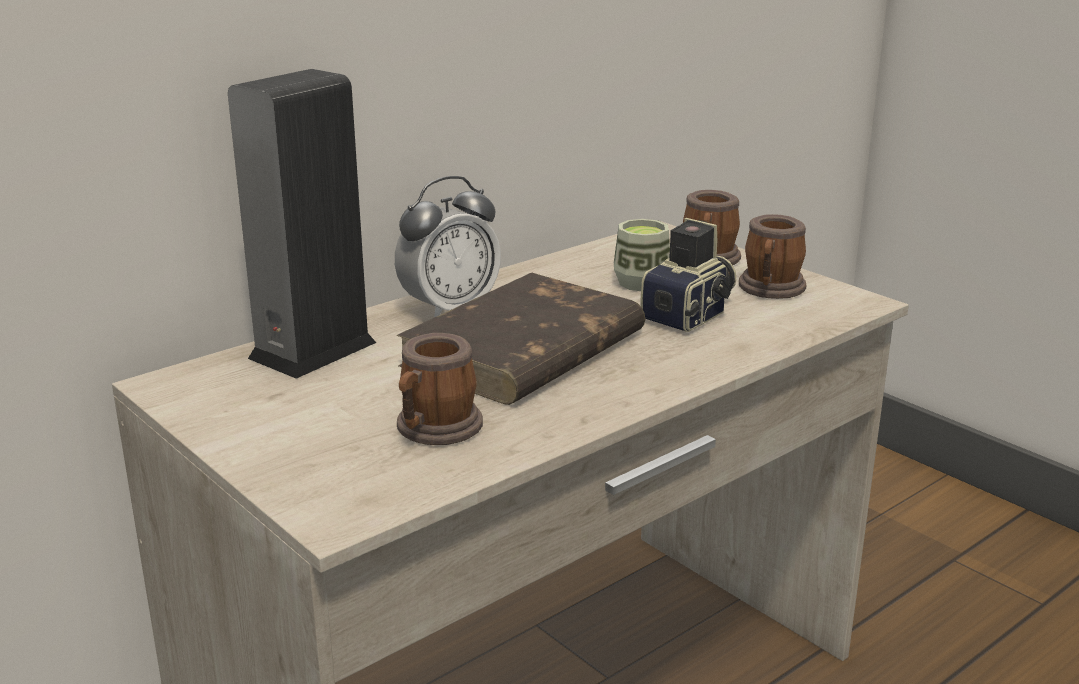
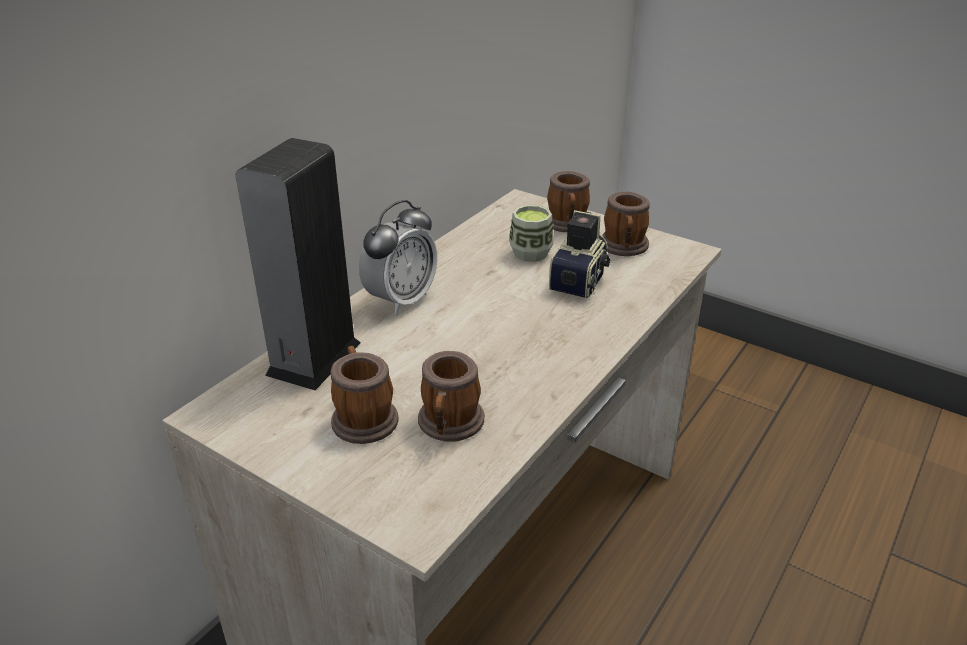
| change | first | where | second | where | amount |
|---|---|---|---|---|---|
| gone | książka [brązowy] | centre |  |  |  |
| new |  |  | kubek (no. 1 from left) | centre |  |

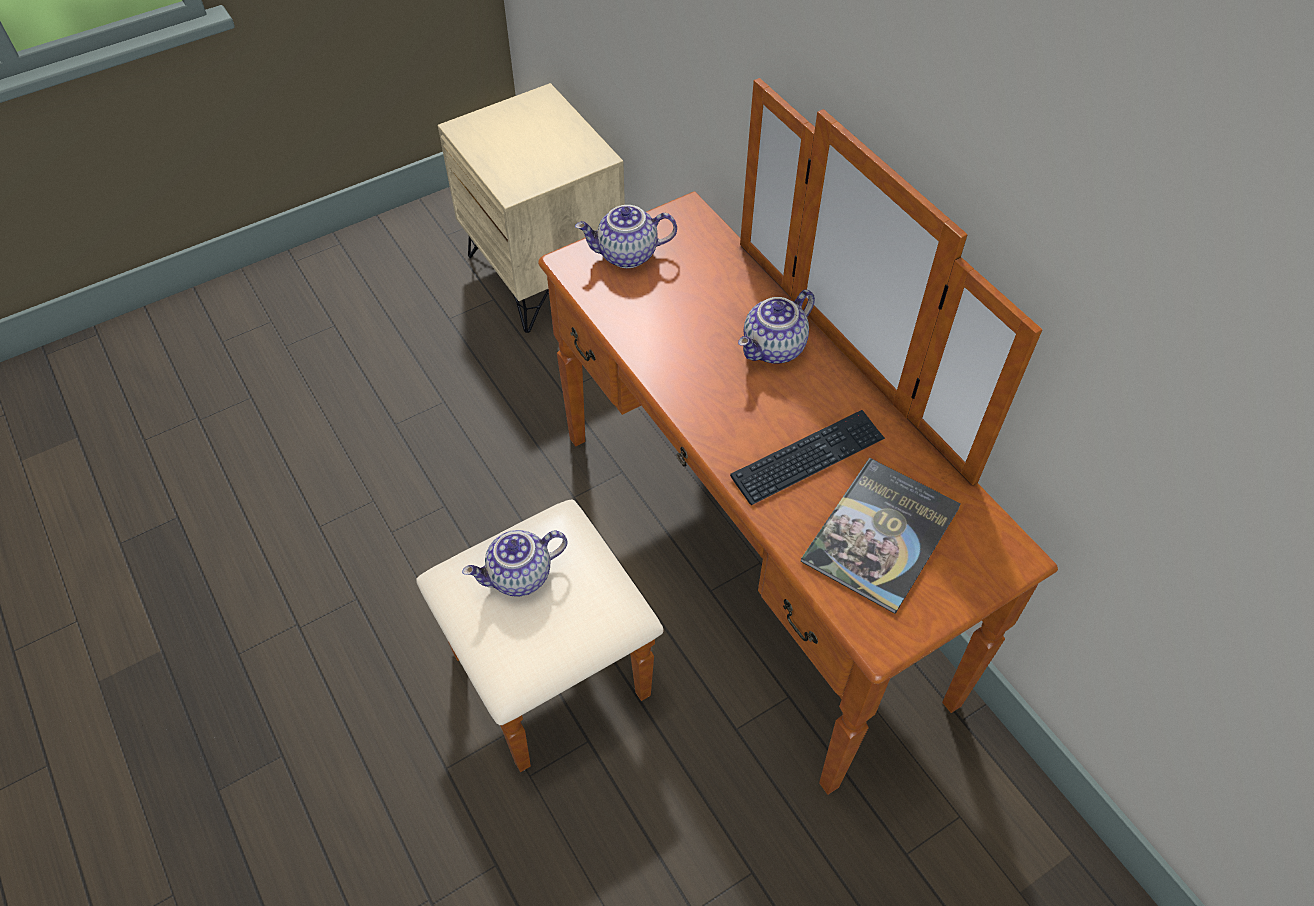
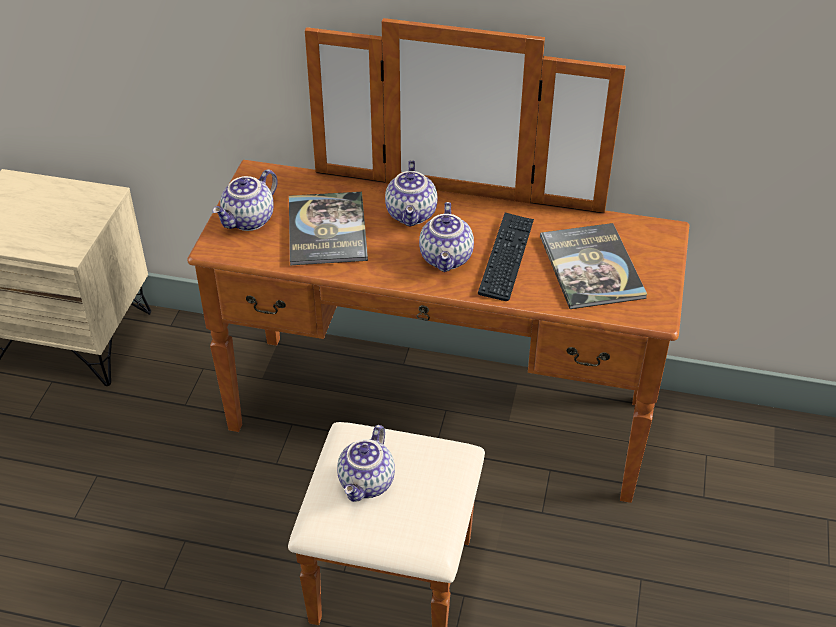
| change | first | where | second | where | amount |
|---|---|---|---|---|---|
| new |  |  | książka (no. 1 from left) | centre |  |
| new |  |  | imbryk (no. 4 from left) | centre |  |

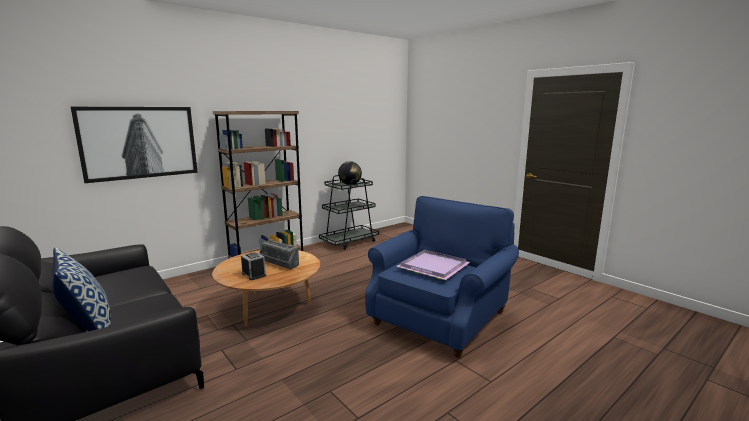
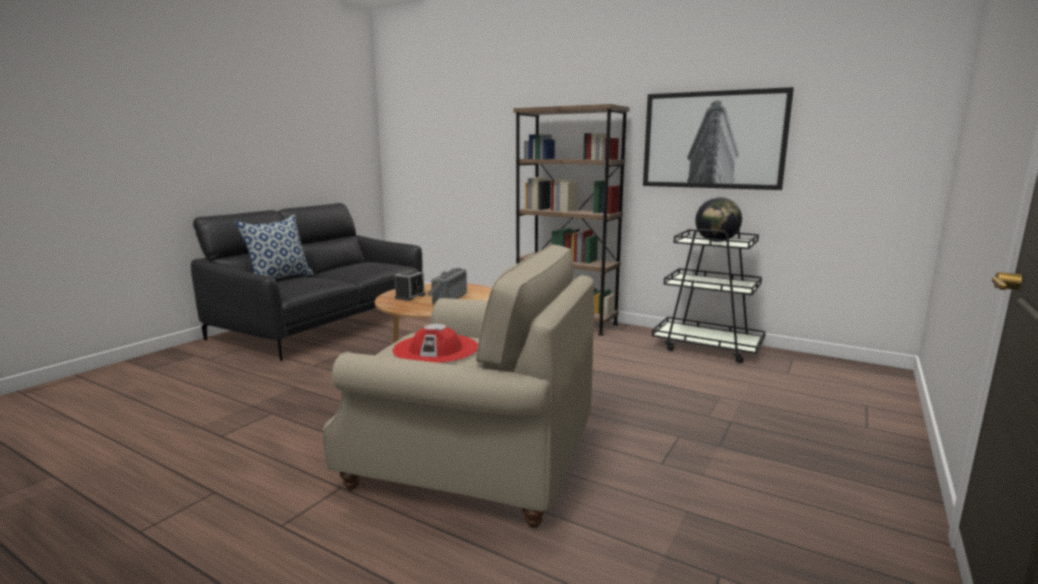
| change | first | where | second | where | amount |
|---|---|---|---|---|---|
| shifted | obraz | middle left |  | top right |  |
| swapped | taca [fioletowy] | centre | kapelusz [czerwony] | centre |  |
| repainted | fotel [niebieski] | centre | fotel [beżowy] | centre |  |

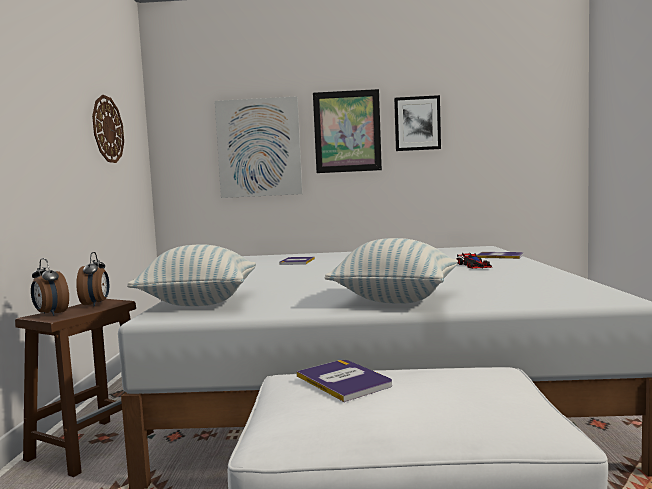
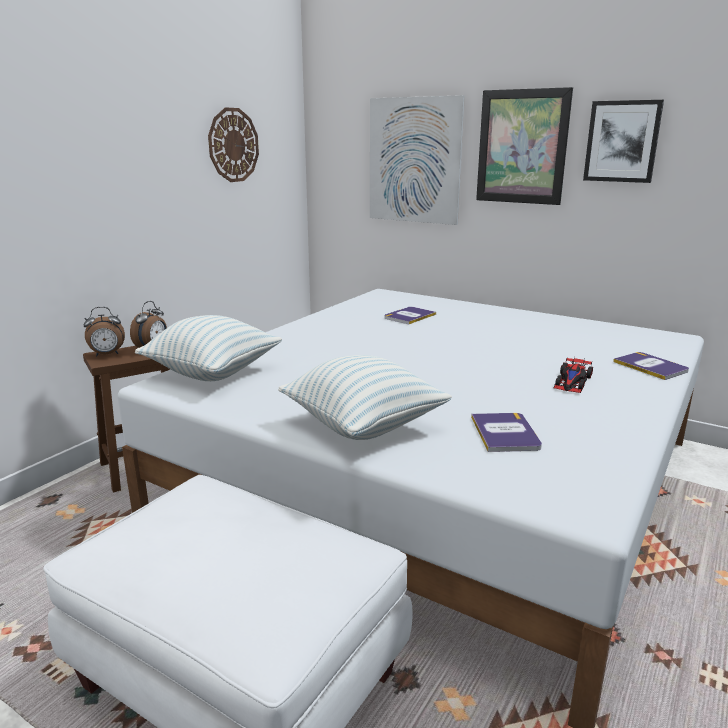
| change | first | where | second | where | amount |
|---|---|---|---|---|---|
| shifted | książka (no. 2 from left) | bottom centre |  | middle right |  |
| rotated | budzik (no. 1 from left) | middle left |  | middle left | 90 degrees counterclockwise |

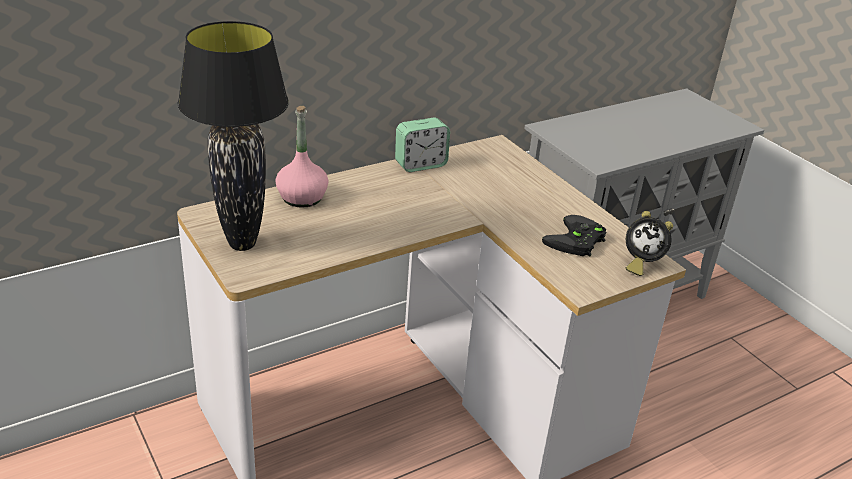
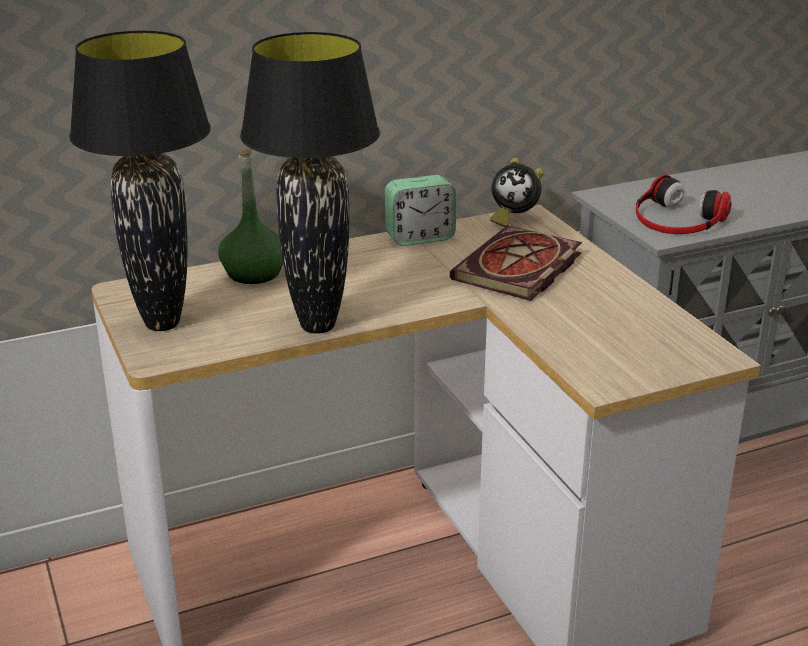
| change | first | where | second | where | amount |
|---|---|---|---|---|---|
| gone | pad do gier [czarny] | middle right |  |  |  |
| new |  |  | lampa stołowa [czarny] (no. 2 from left) | top centre |  |
| new |  |  | książka | centre |  |
| new |  |  | słuchawki | top right |  |
| shifted | budzik (no. 2 from left) | middle right |  | top centre |  |
| repainted | butelka [różowy] | top centre | butelka [zielony] | middle left |  |

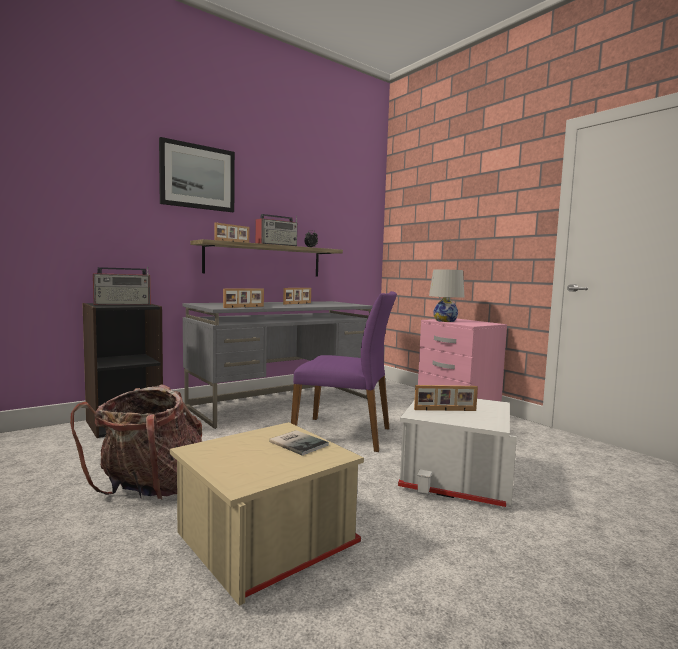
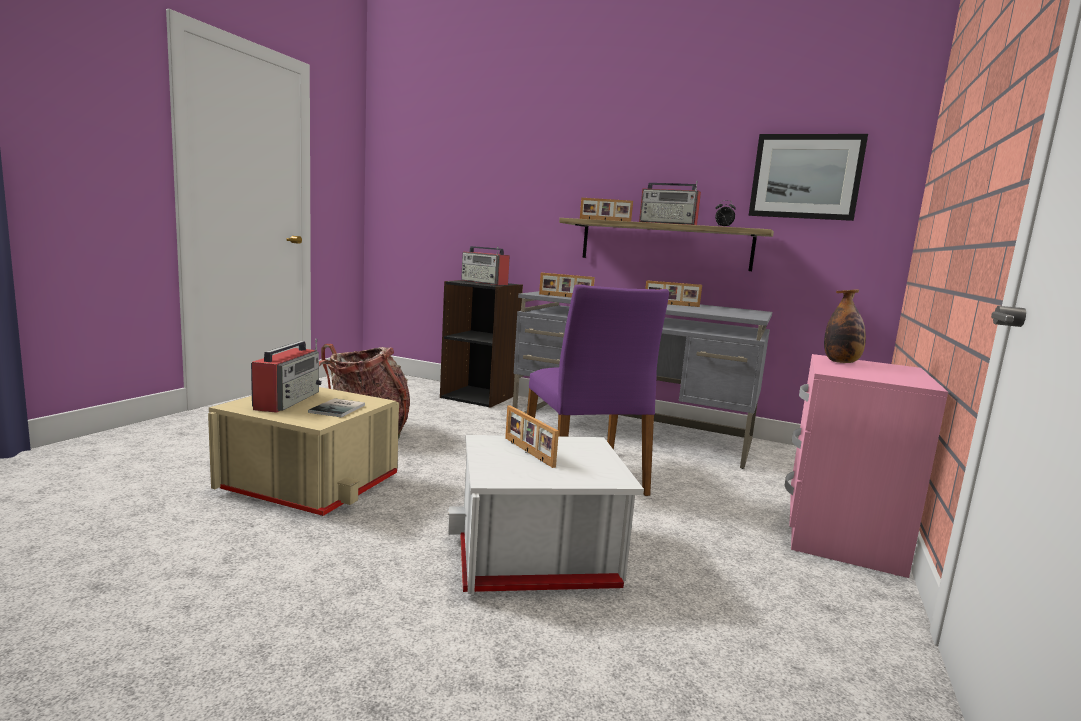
| change | first | where | second | where | amount |
|---|---|---|---|---|---|
| new |  |  | radio (no. 1 from left) | middle left |  |
| shifted | obraz | top left |  | top right |  |
| swapped | lampa stołowa [biały] | centre | butelka | middle right |  |

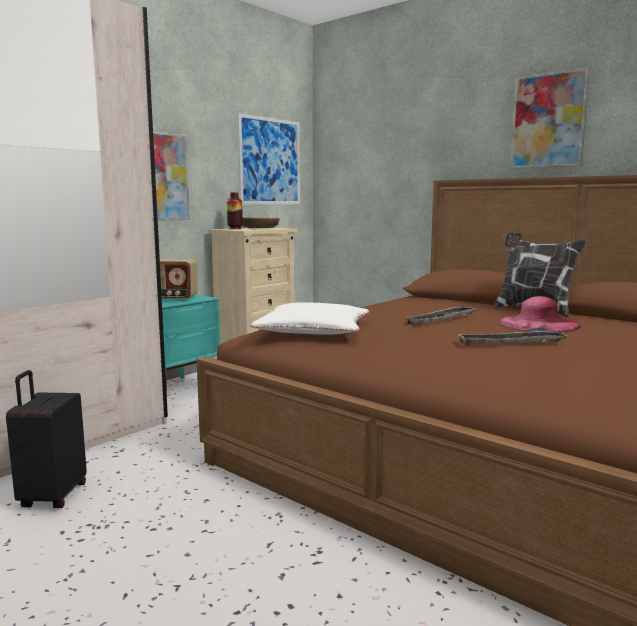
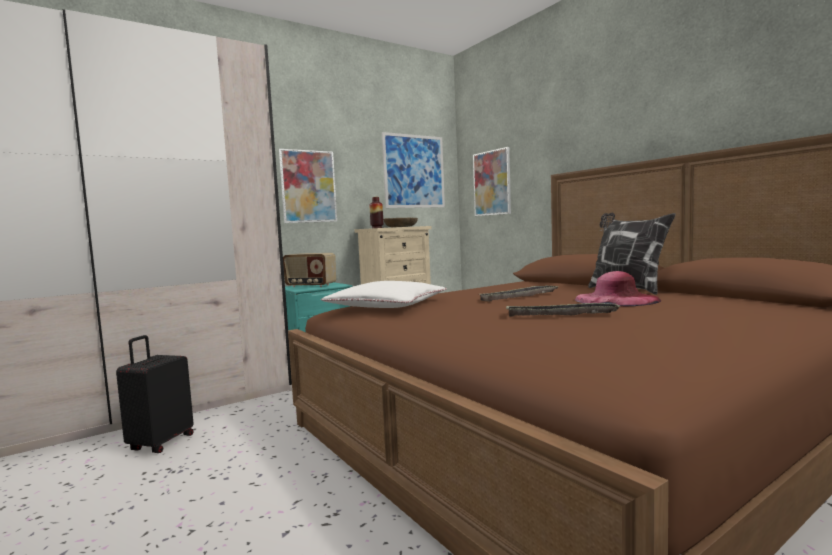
| change | first | where | second | where | amount |
|---|---|---|---|---|---|
| shifted | obraz (no. 3 from left) | top right |  | top centre |  |

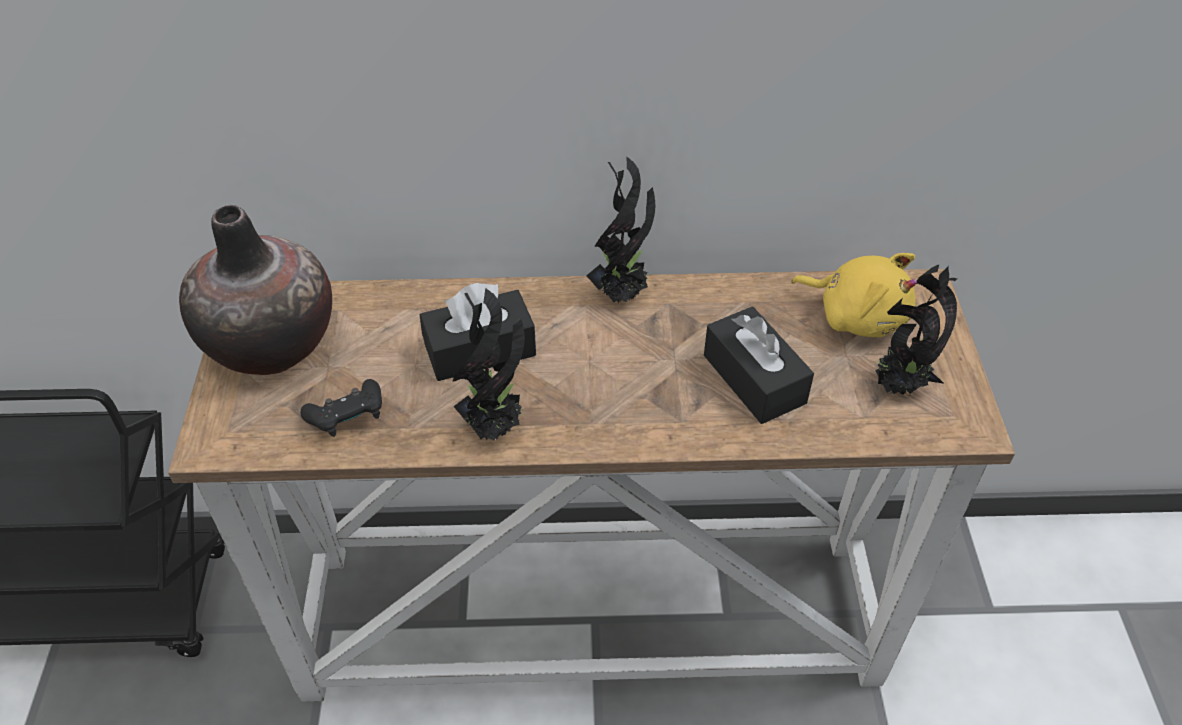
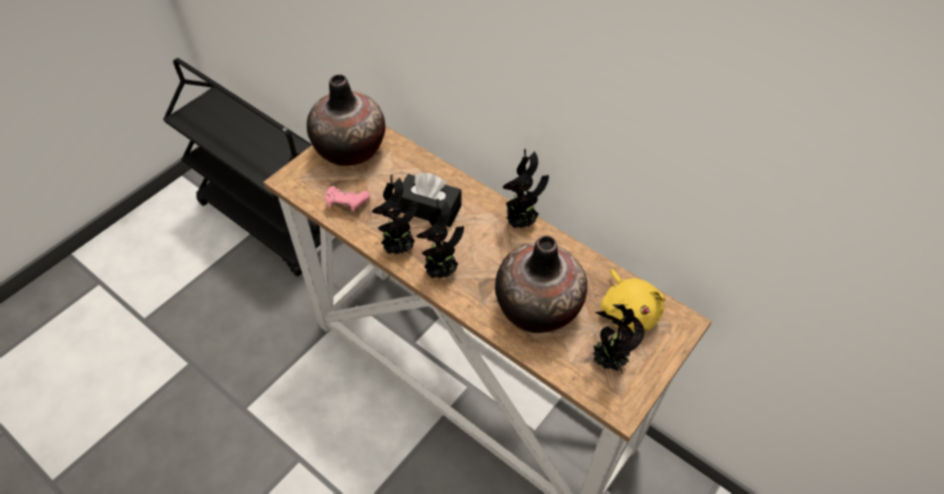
| change | first | where | second | where | amount |
|---|---|---|---|---|---|
| new |  |  | roślina doniczkowa (no. 2 from left) | centre |  |
| swapped | pudełko chusteczek [czarny] (no. 2 from left) | centre | wazon (no. 2 from left) | centre |  |
| repainted | pad do gier [czarny] | middle left | pad do gier [różowy] | centre |  |

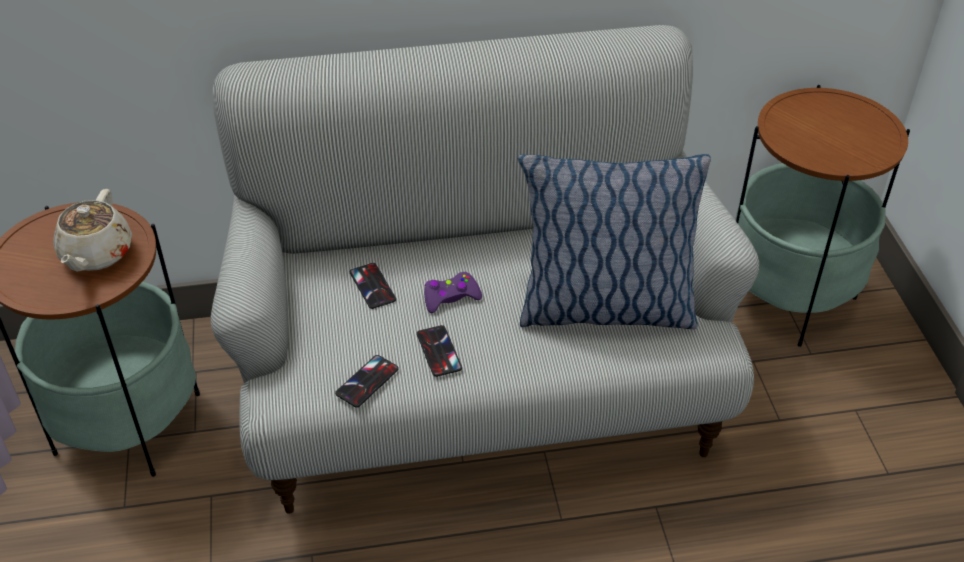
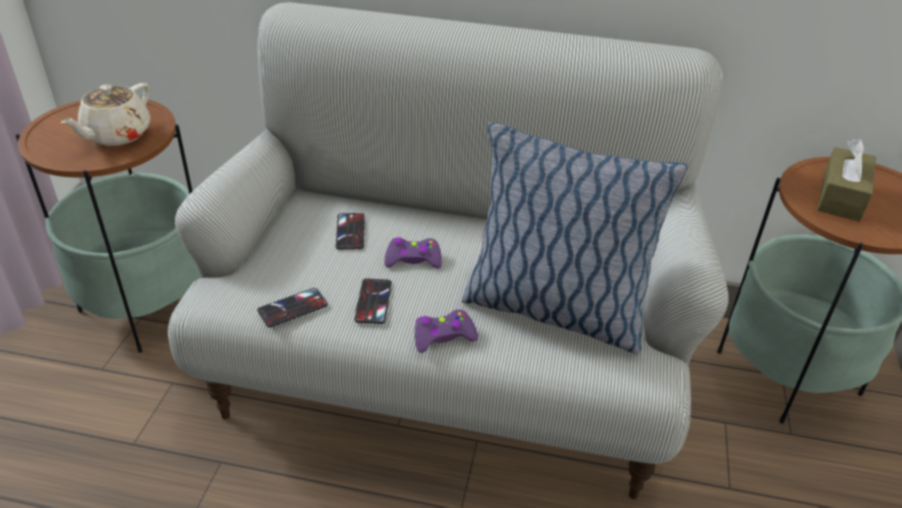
| change | first | where | second | where | amount |
|---|---|---|---|---|---|
| new |  |  | pad do gier [fioletowy] (no. 2 from left) | centre |  |
| new |  |  | pudełko chusteczek [brązowy] | middle right |  |

